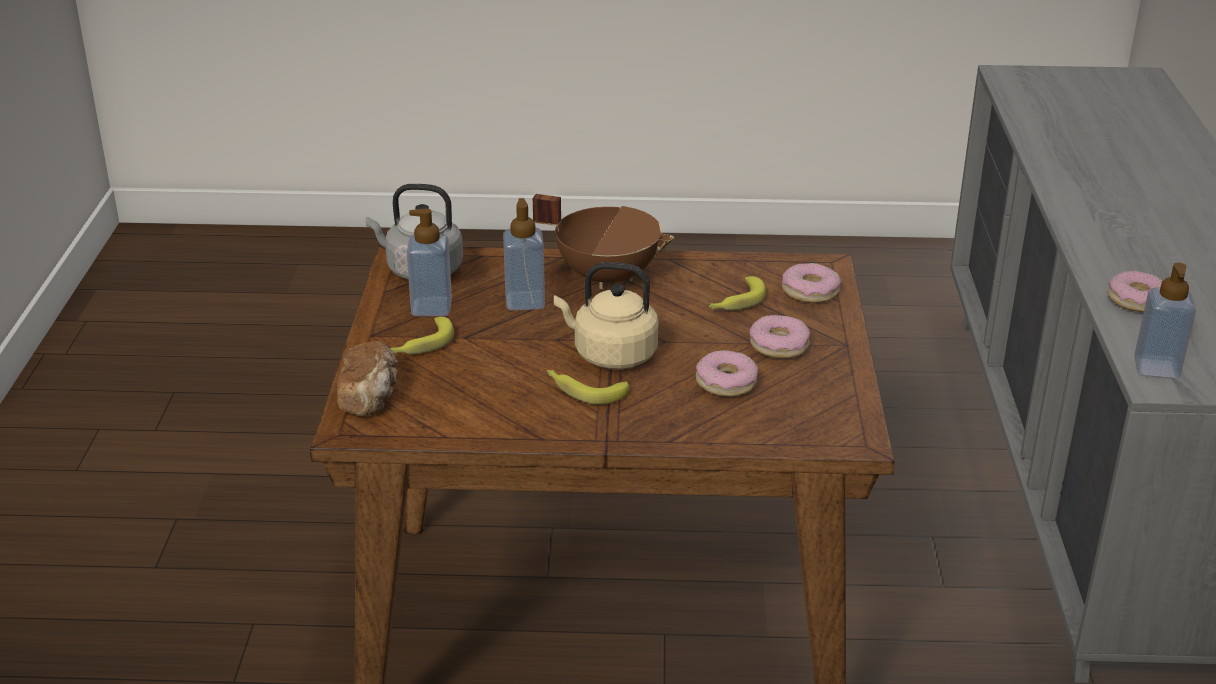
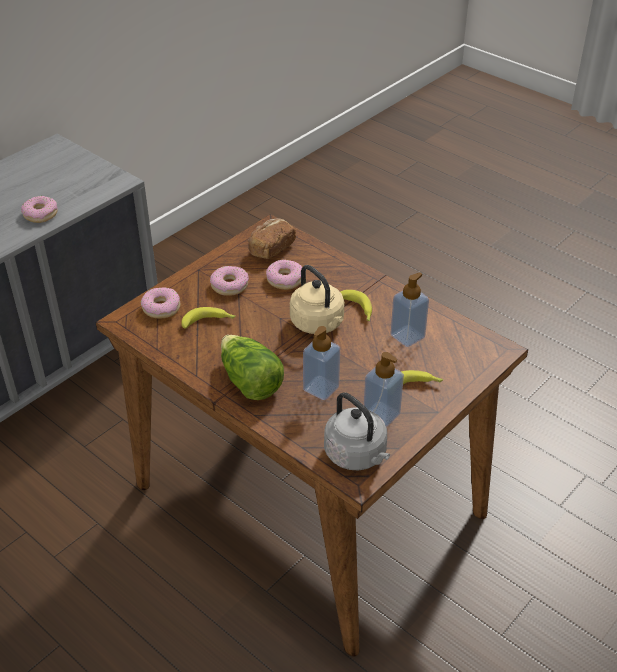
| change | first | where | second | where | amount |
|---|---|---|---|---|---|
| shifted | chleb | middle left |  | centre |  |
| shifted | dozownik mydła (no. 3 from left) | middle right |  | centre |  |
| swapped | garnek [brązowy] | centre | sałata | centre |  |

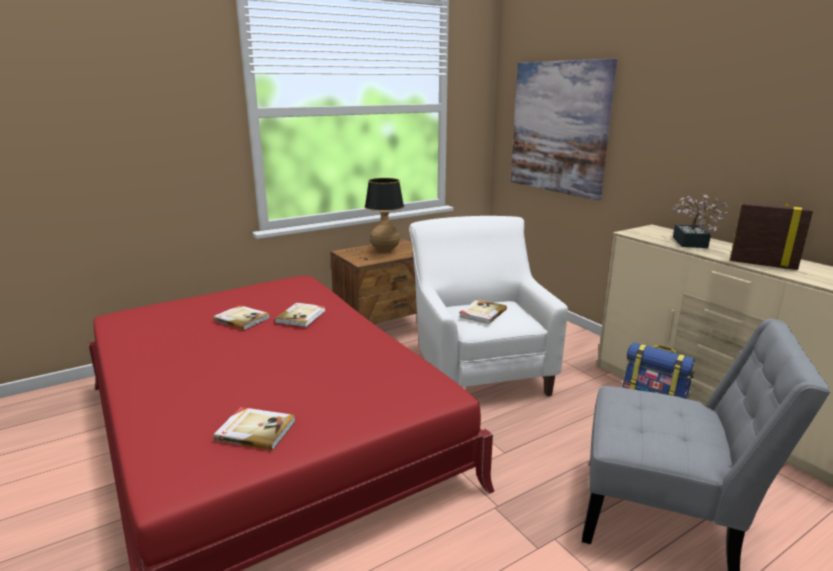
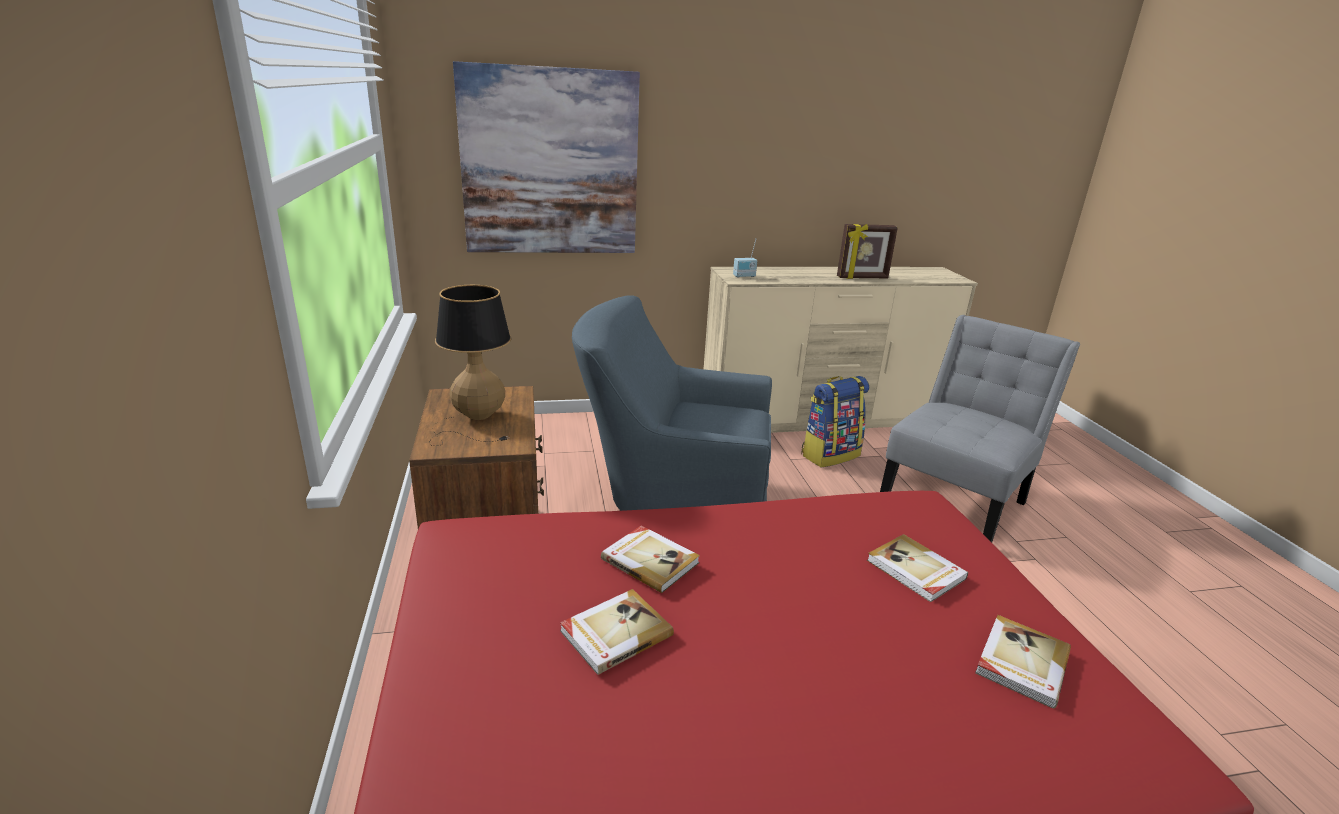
| change | first | where | second | where | amount |
|---|---|---|---|---|---|
| gone | roślina doniczkowa | middle right |  |  |  |
| new |  |  | radio | top centre |  |
| shifted | książka (no. 4 from left in the first image) | centre | książka (no. 3 from left) | bottom right |  |
| repainted | fotel [biały] | centre | fotel [niebieski] | centre |  |
| rotated | ramka na zdjęcie | middle right |  | top centre | 150 degrees counterclockwise |

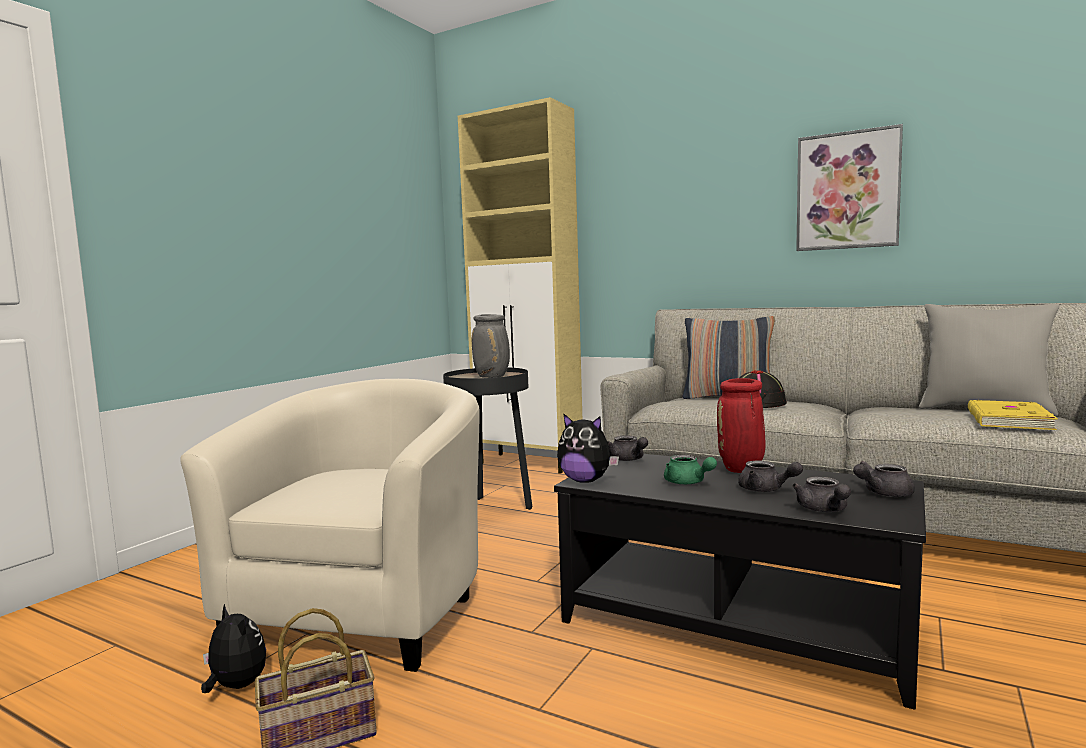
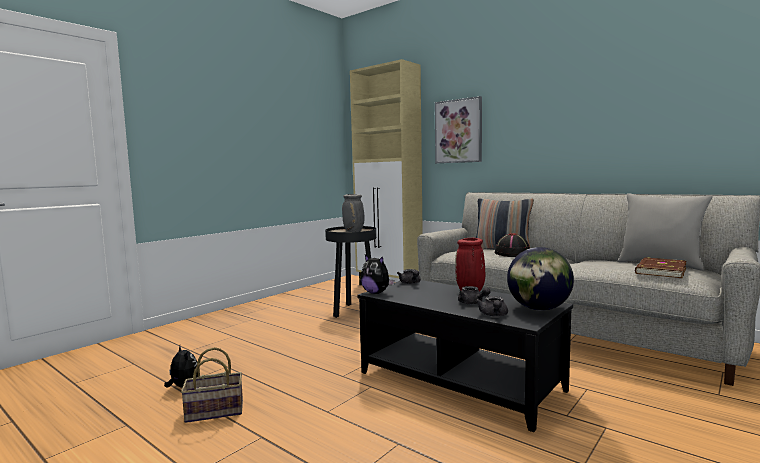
| change | first | where | second | where | amount |
|---|---|---|---|---|---|
| gone | fotel [beżowy] | bottom left |  |  |  |
| gone | imbryk [zielony] | centre |  |  |  |
| shifted | obraz | top right |  | top centre |  |
| swapped | imbryk [szary] (no. 4 from left) | middle right | globus | middle right |  |
| repainted | książka [żółty] | middle right | książka [brązowy] | middle right |  |

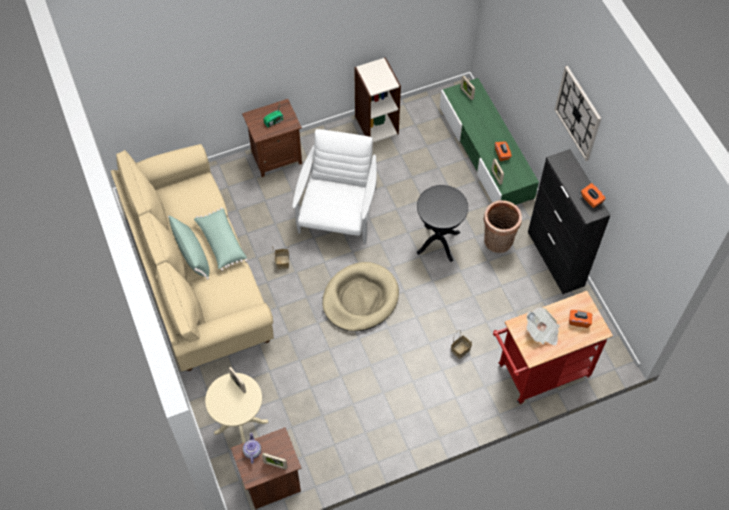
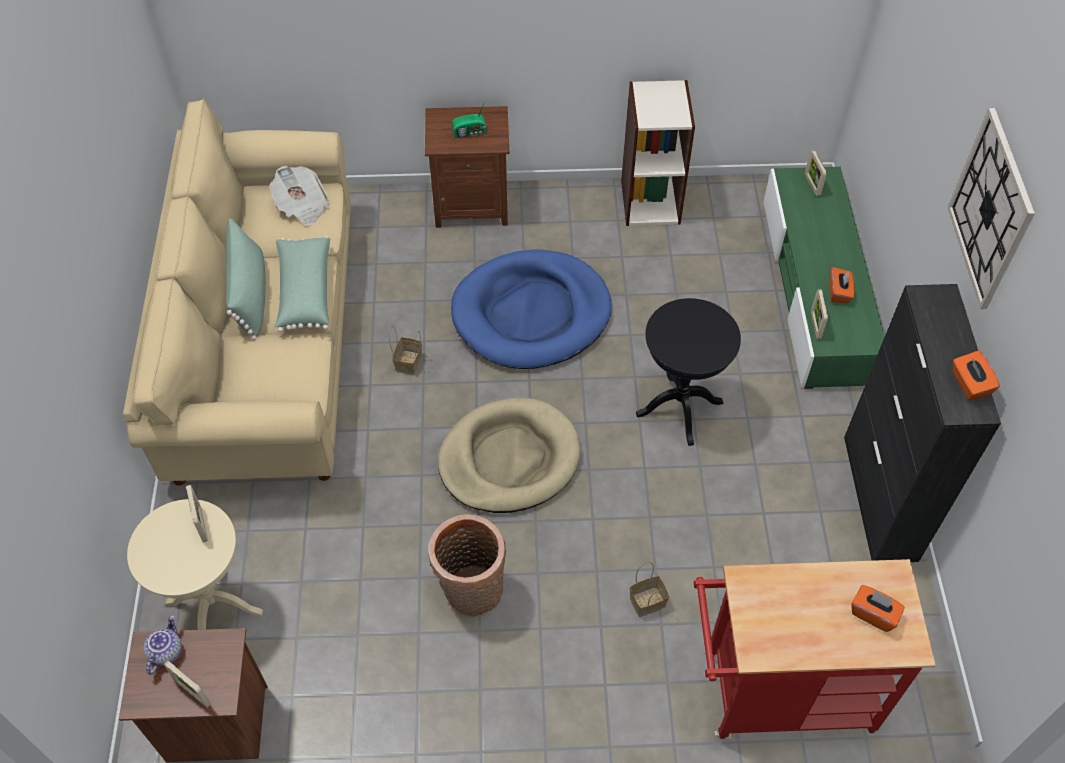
| change | first | where | second | where | amount |
|---|---|---|---|---|---|
| shifted | koszyk (no. 3 from left in the first image) | middle right | koszyk (no. 2 from left) | bottom centre |  |
| shifted | gazeta | middle right |  | top left |  |
| swapped | fotel [biały] | centre | legowisko [niebieski] | centre |  |

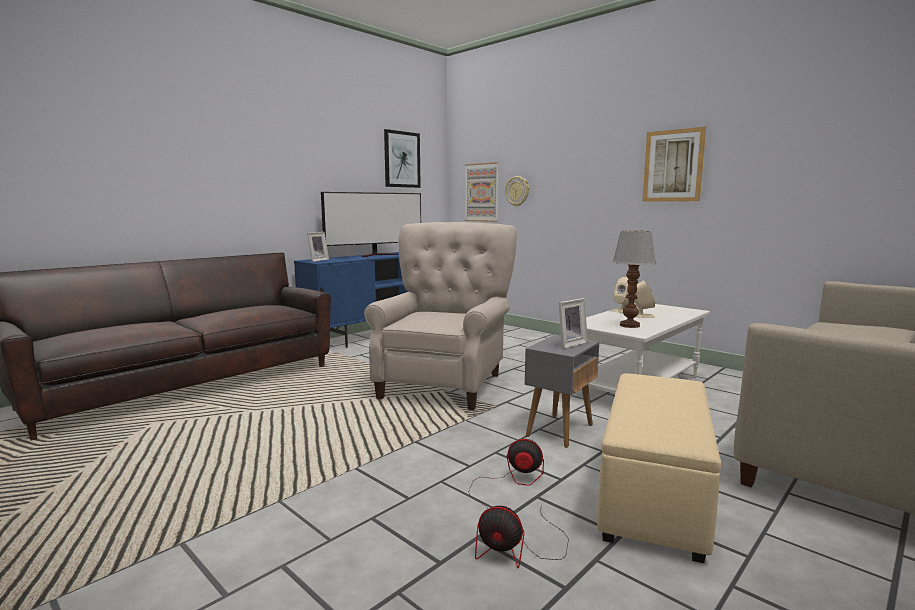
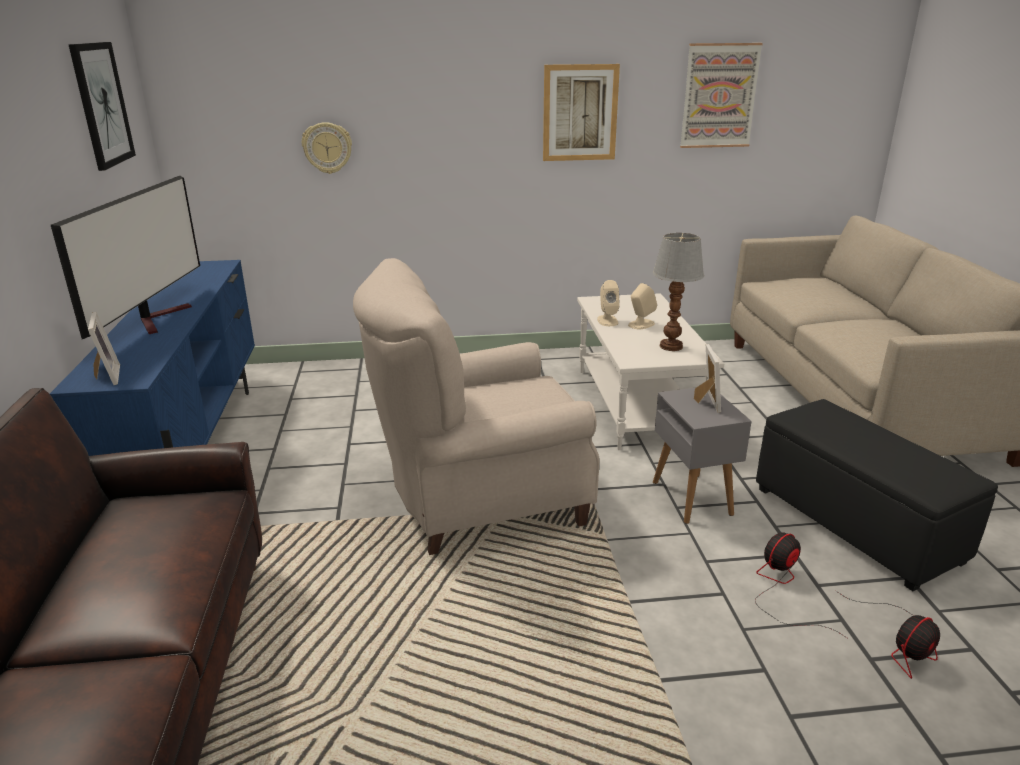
| change | first | where | second | where | amount |
|---|---|---|---|---|---|
| shifted | obraz (no. 2 from left in the first image) | top centre | obraz (no. 3 from left) | top right |  |
| repainted | pufa [beżowy] | bottom right | pufa [czarny] | middle right |  |
| rotated | fotel [beżowy] | centre |  | centre | 75 degrees counterclockwise |

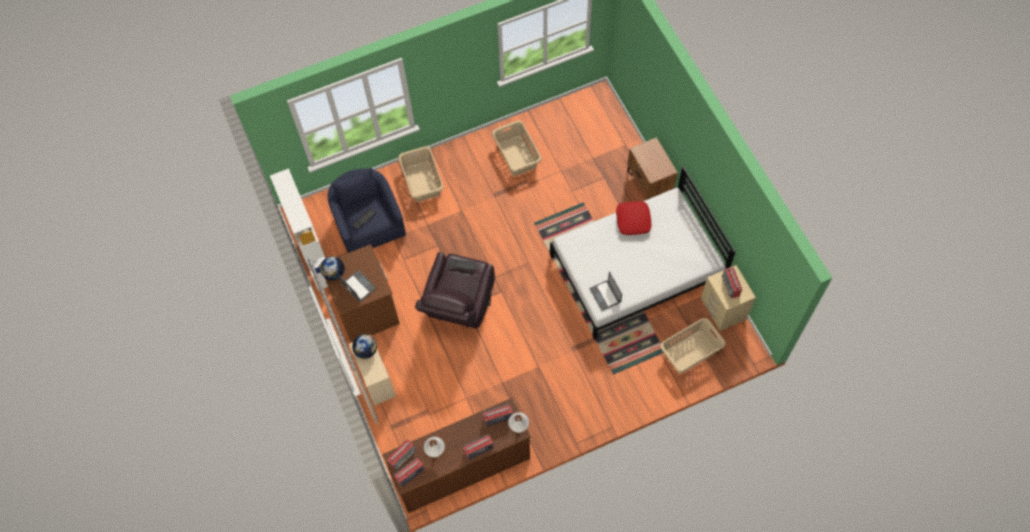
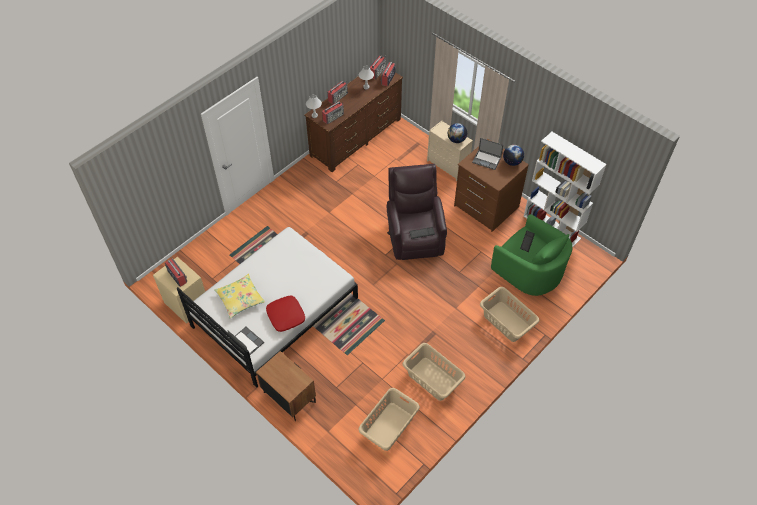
| change | first | where | second | where | amount |
|---|---|---|---|---|---|
| new |  |  | poduszka [żółty] | middle left |  |
| shifted | laptop (no. 2 from left in the first image) | centre | laptop (no. 1 from left) | bottom left |  |
| shifted | kosz na pranie [beżowy] (no. 3 from left in the first image) | middle right | kosz na pranie [beżowy] (no. 1 from left) | bottom centre |  |
| repainted | fotel [niebieski] | centre | fotel [zielony] | middle right |  |

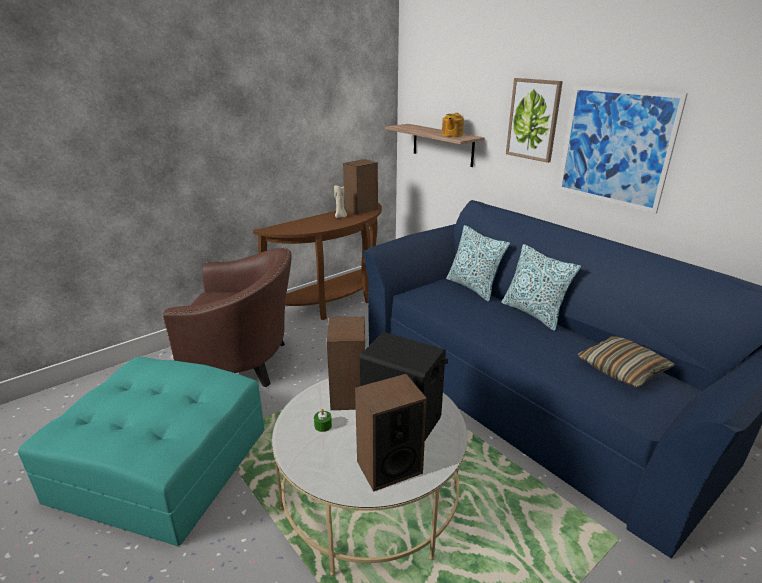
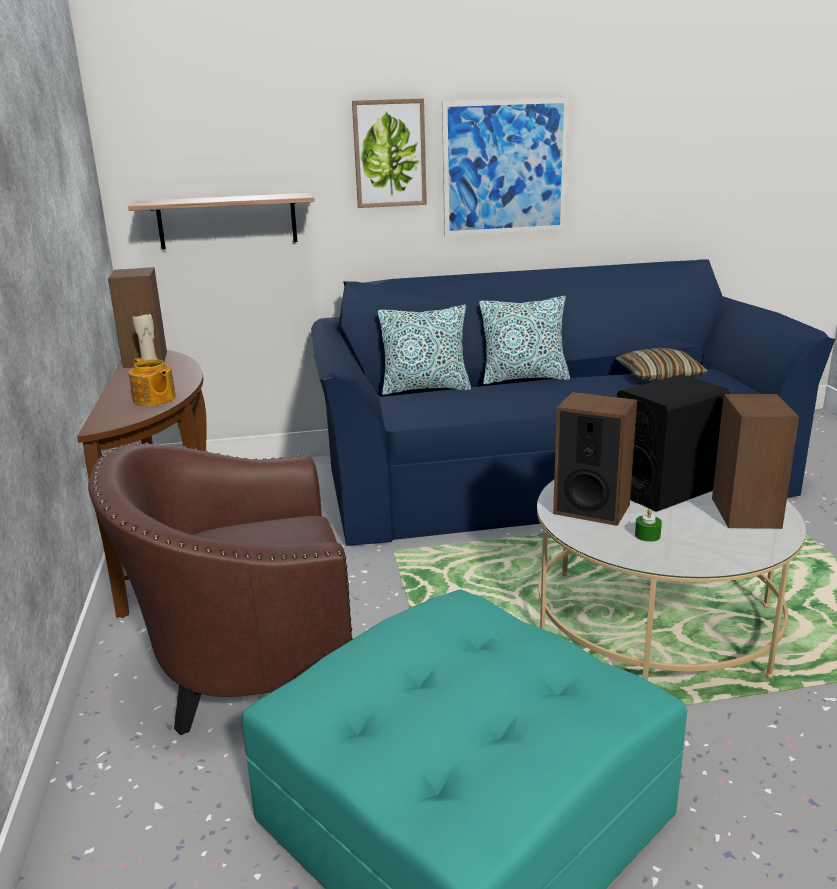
| change | first | where | second | where | amount |
|---|---|---|---|---|---|
| shifted | imbryk | top centre |  | middle left |  |
| rotated | fotel [brązowy] | middle left |  | middle left | 135 degrees counterclockwise |

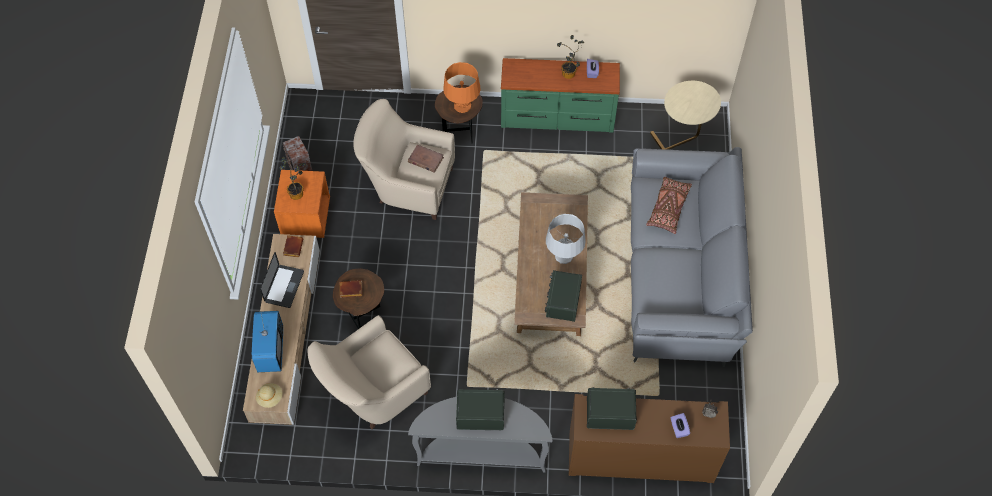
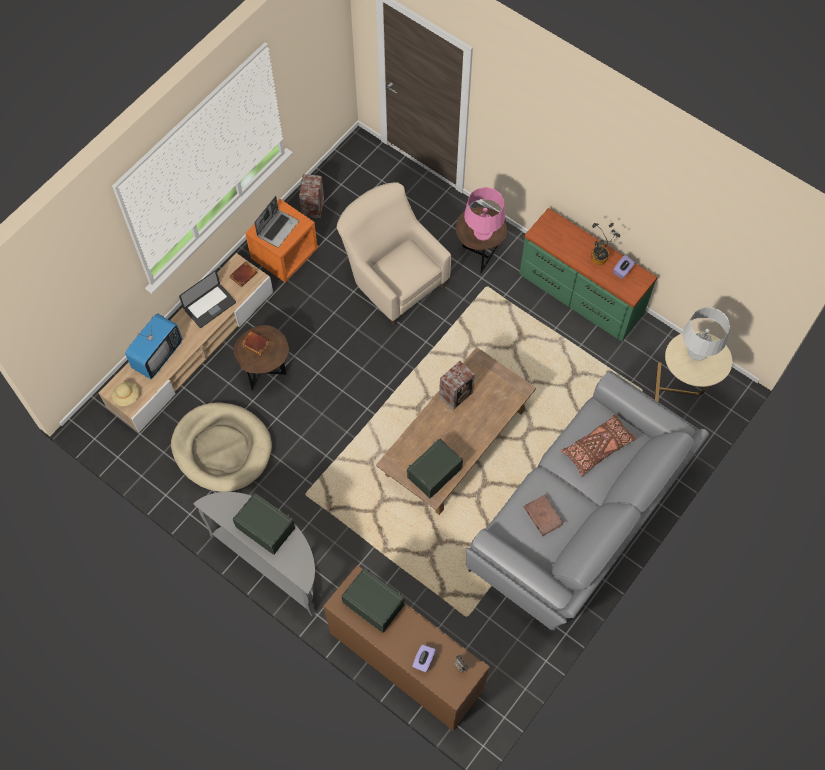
| change | first | where | second | where | amount |
|---|---|---|---|---|---|
| new |  |  | głośnik (no. 2 from left) | centre |  |
| shifted | książka [brązowy] (no. 3 from left) | top centre |  | bottom centre |  |
| shifted | lampa stołowa [szary] | centre |  | middle right |  |
| swapped | roślina doniczkowa (no. 1 from left) | middle left | laptop (no. 2 from left) | top centre |  |
| swapped | fotel [beżowy] (no. 1 from left) | bottom centre | legowisko [beżowy] | middle left |  |
| repainted | lampa stołowa [pomarańczowy] | top centre | lampa stołowa [różowy] | top centre |  |

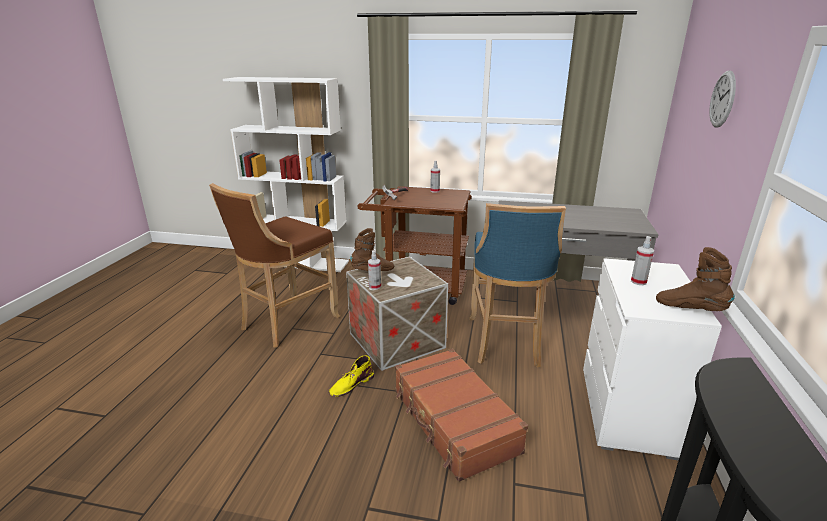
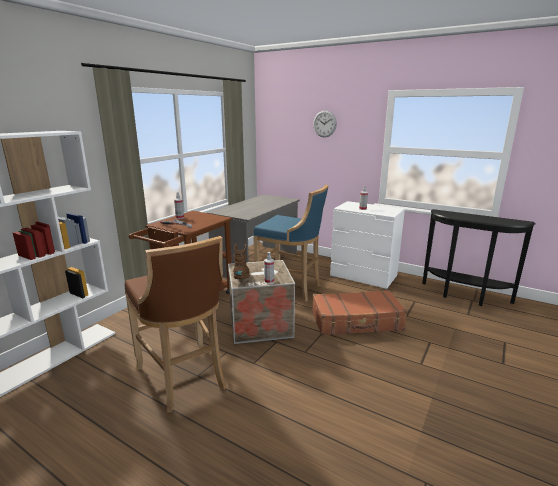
| change | first | where | second | where | amount |
|---|---|---|---|---|---|
| gone | but z cholewką [żółty] | bottom centre |  |  |  |
| gone | but z cholewką [brązowy] (no. 2 from left) | middle right |  |  |  |

